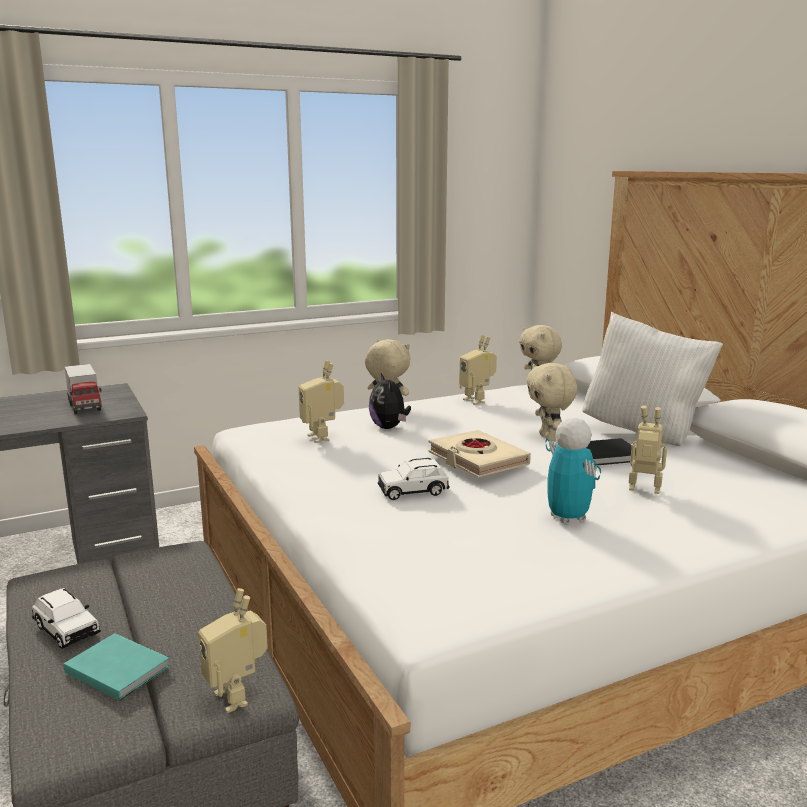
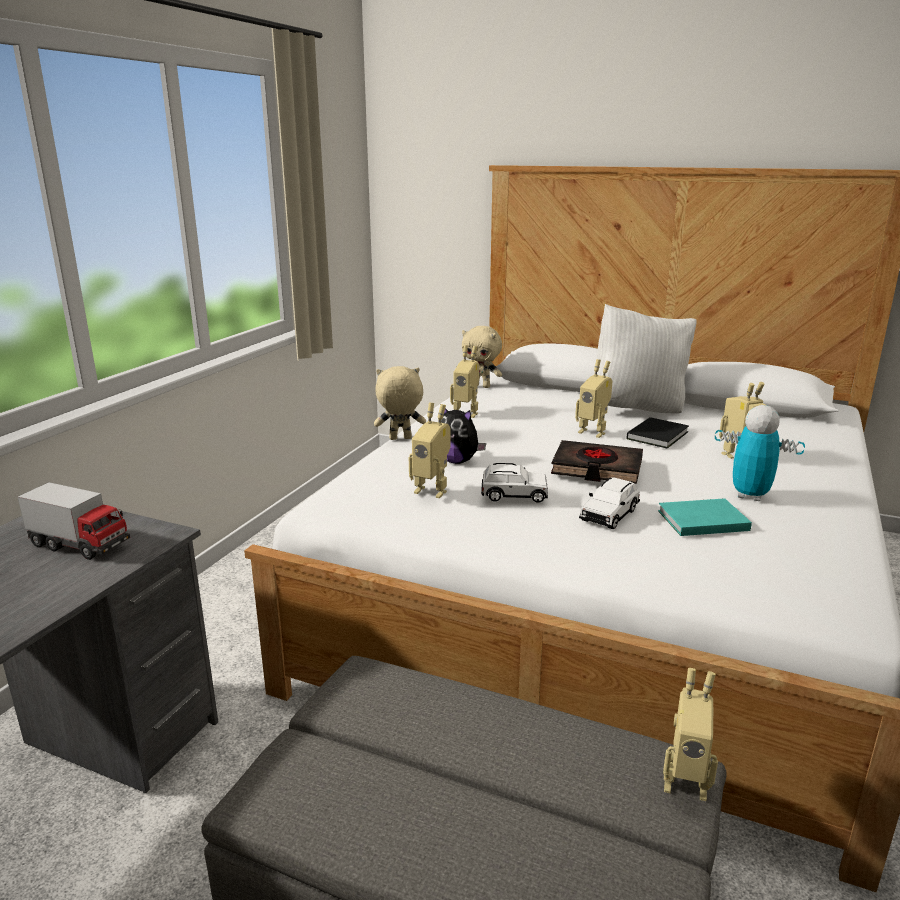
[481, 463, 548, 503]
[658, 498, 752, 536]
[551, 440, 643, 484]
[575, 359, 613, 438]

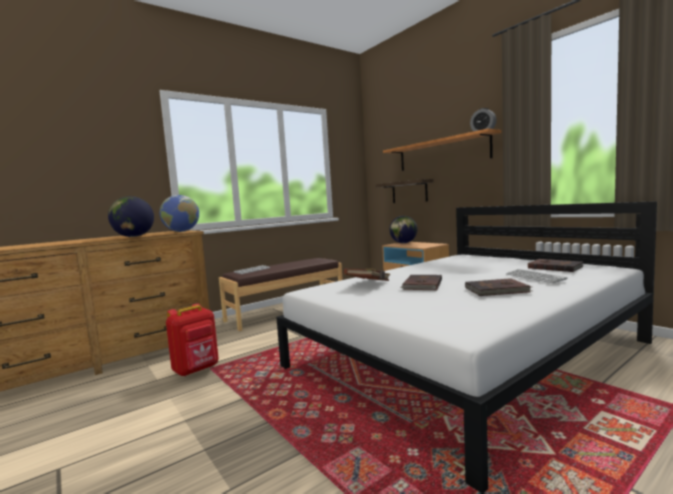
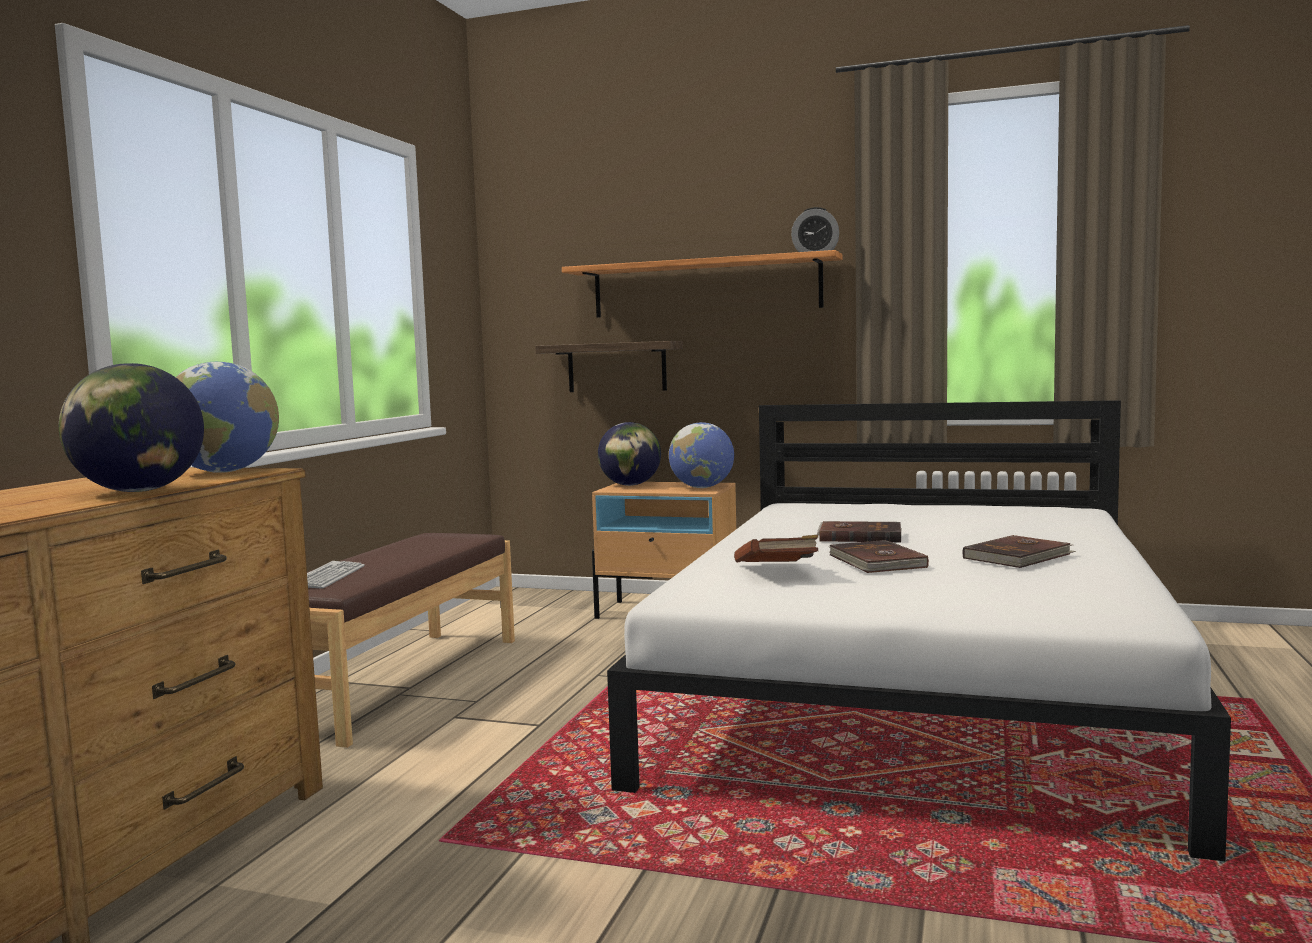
[166, 304, 219, 376] (first image)
[506, 269, 567, 283] (first image)
[817, 521, 902, 542]
[669, 422, 734, 488]

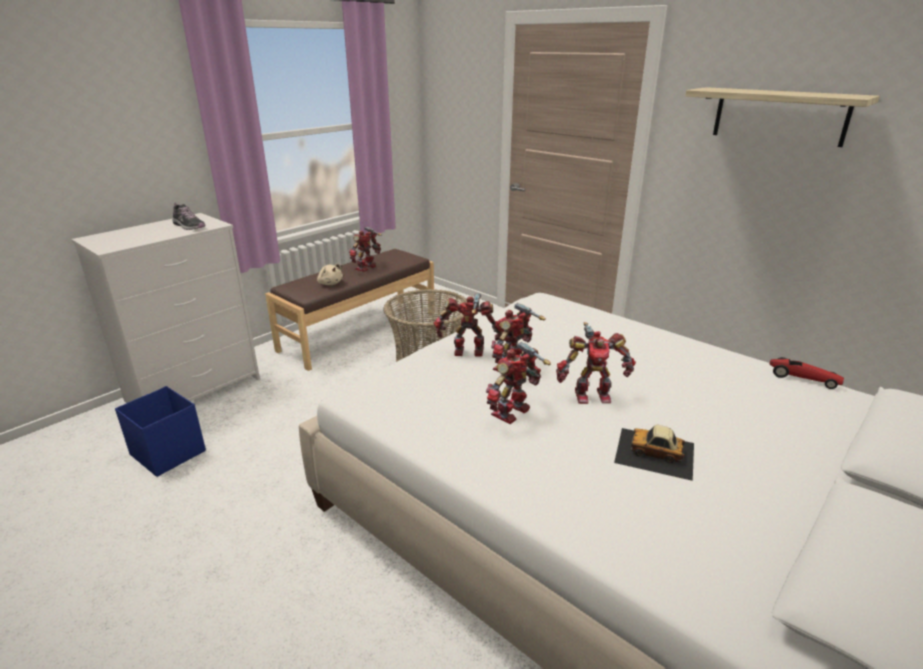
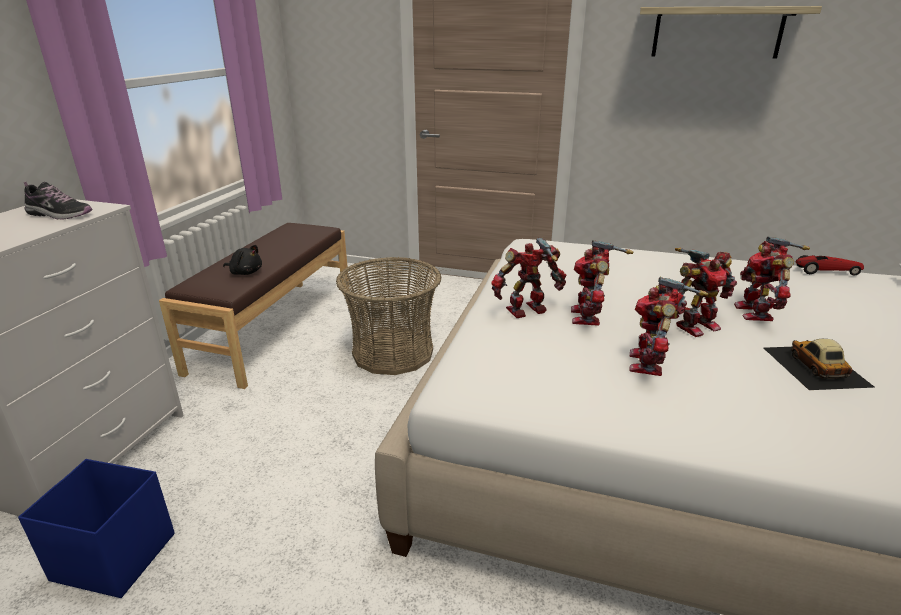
[223, 245, 262, 275]
[734, 237, 810, 321]
[764, 339, 876, 390]

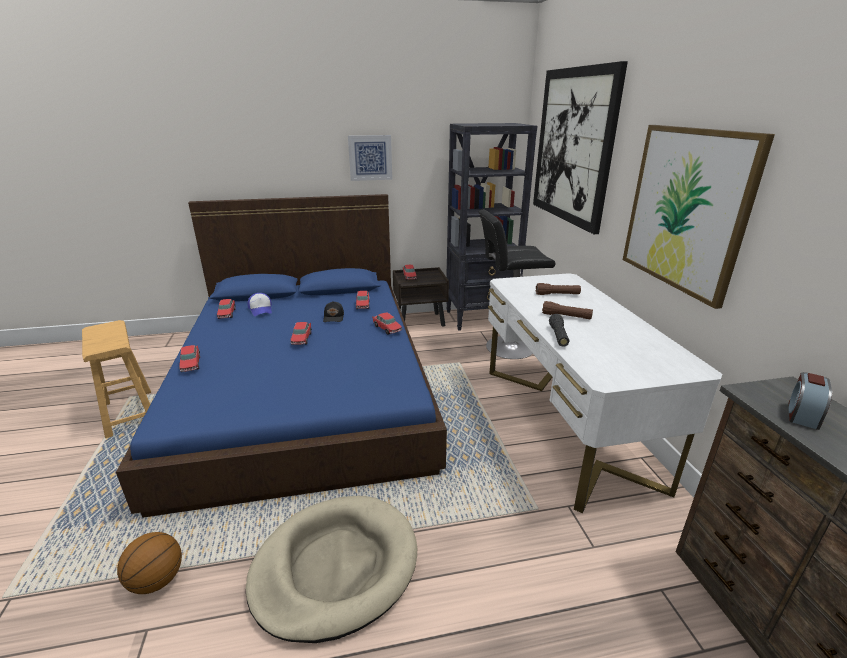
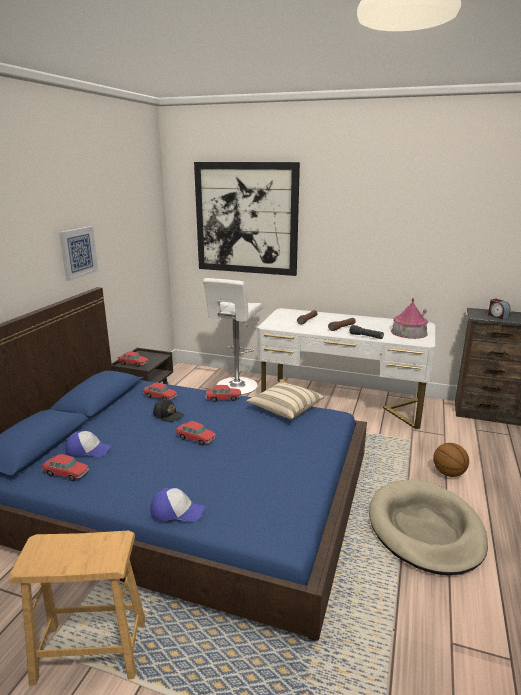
[433, 443, 469, 477]
[150, 488, 205, 522]
[446, 123, 537, 331] (first image)
[203, 278, 263, 395]
[623, 125, 775, 309] (first image)
[246, 382, 324, 419]
[391, 298, 428, 339]

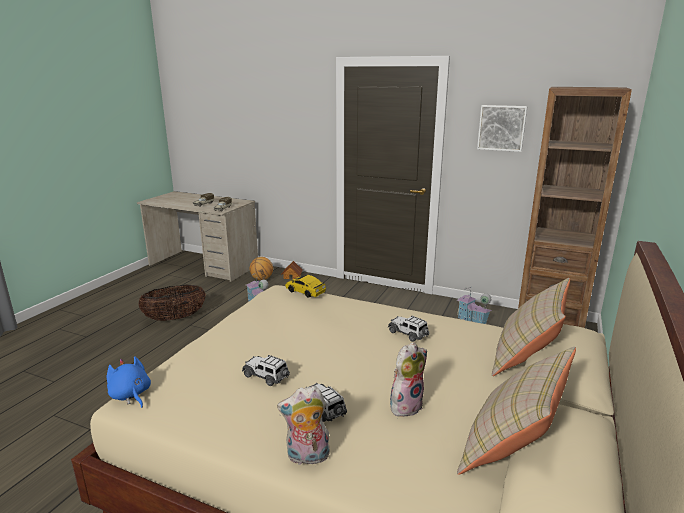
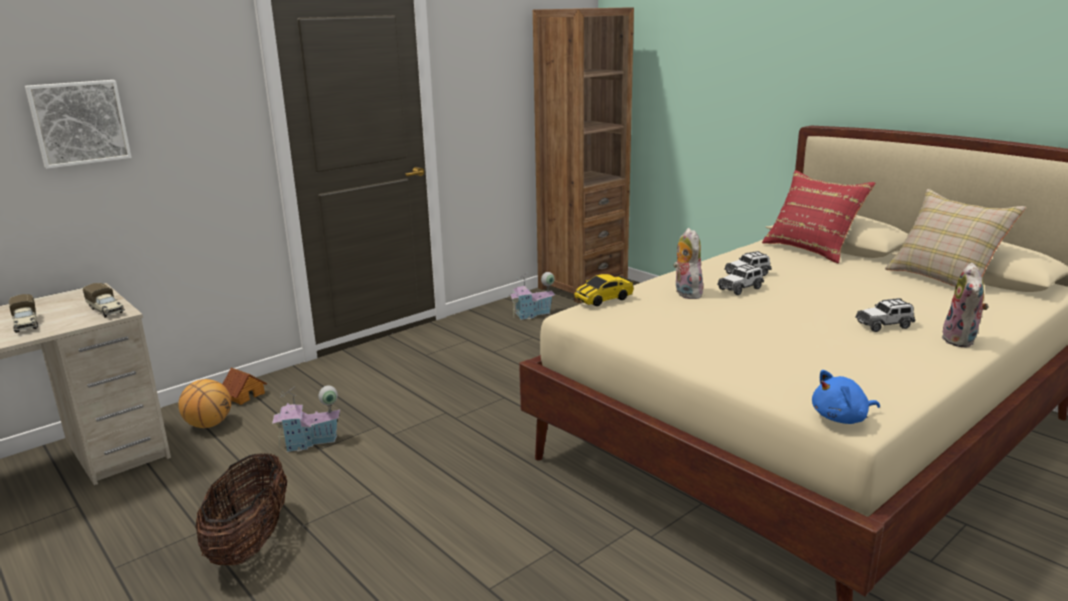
[717, 263, 764, 295]
[673, 228, 703, 299]
[25, 80, 132, 169]
[762, 170, 876, 263]

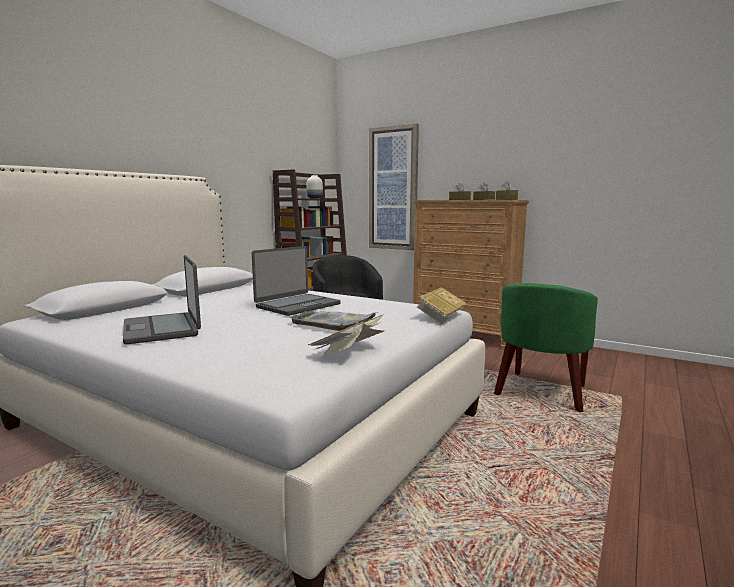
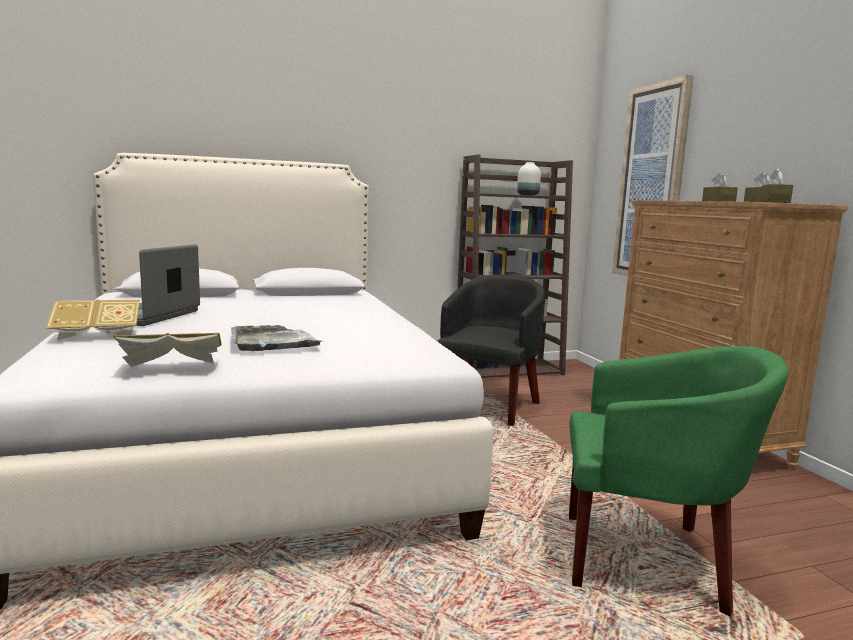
[252, 246, 341, 316] (first image)
[46, 300, 140, 340]
[569, 346, 789, 616]

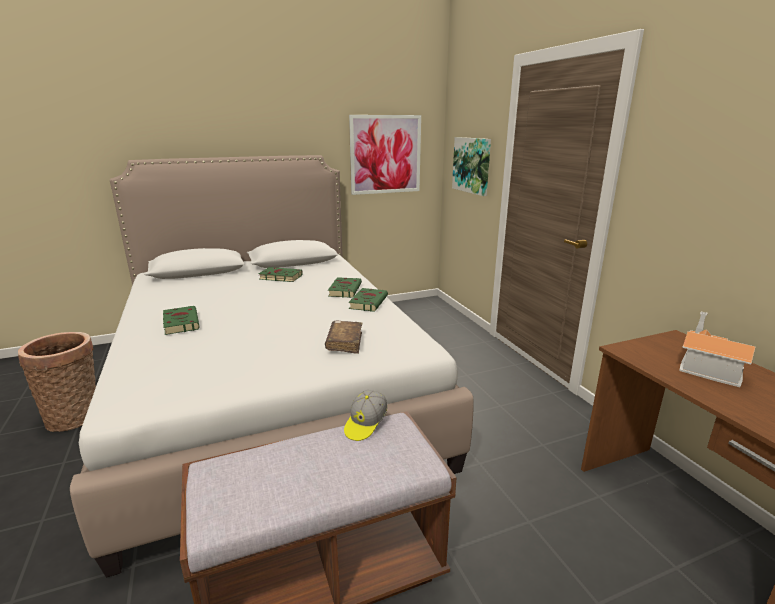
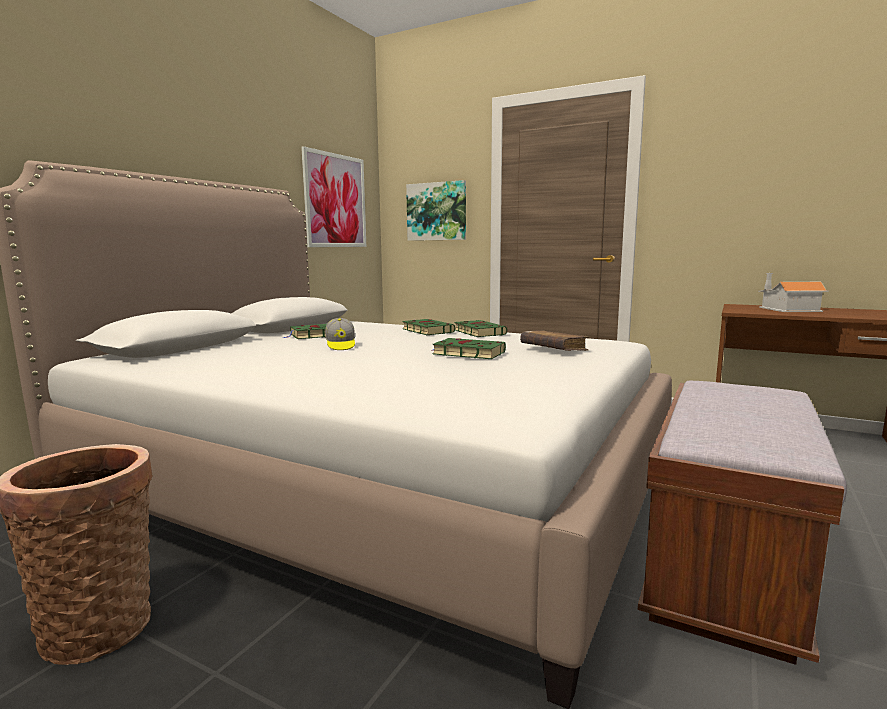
[432, 338, 506, 359]
[325, 318, 355, 350]

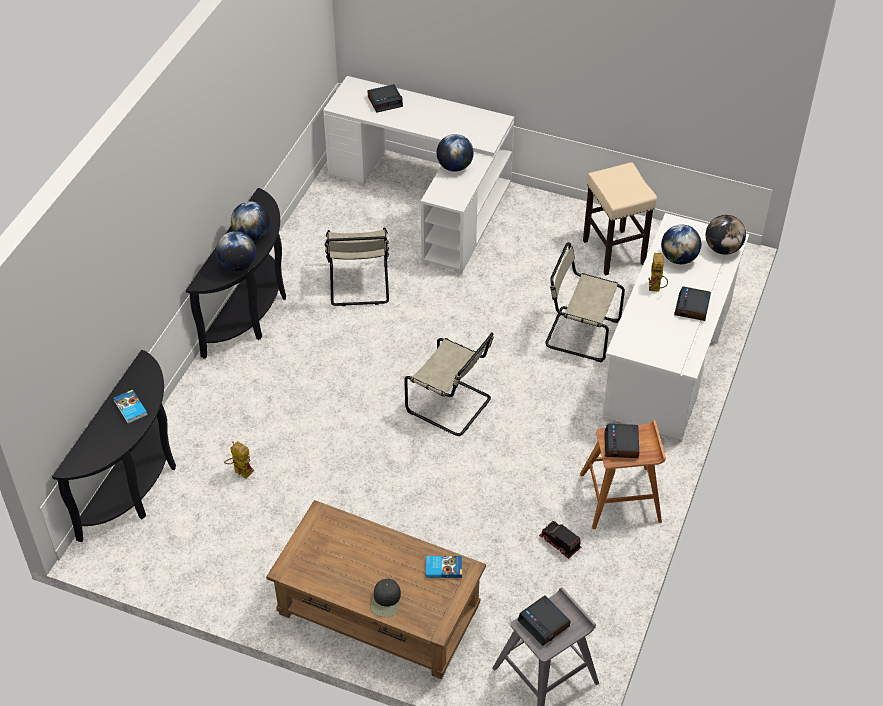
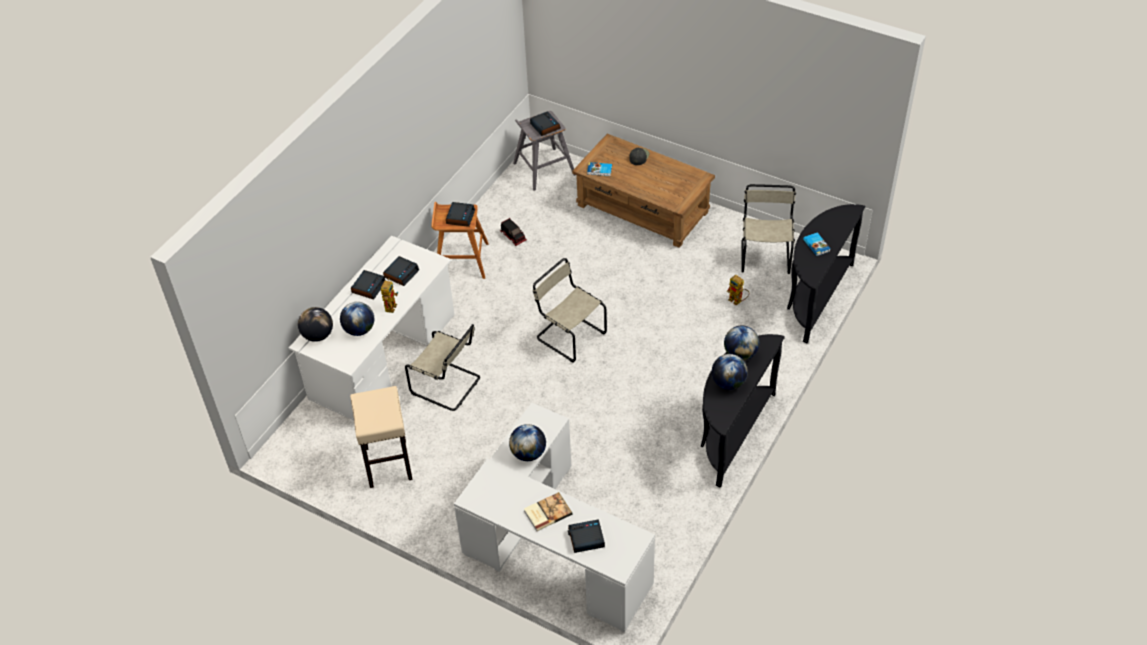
[741, 184, 796, 274]
[383, 256, 419, 286]
[524, 492, 572, 531]

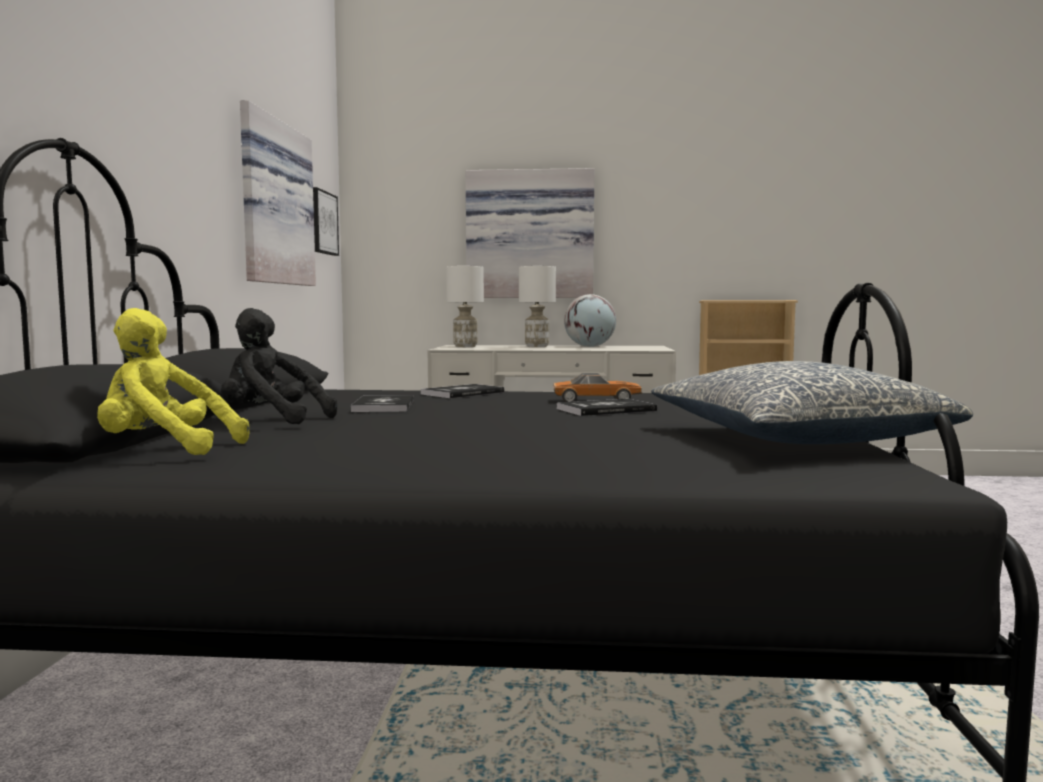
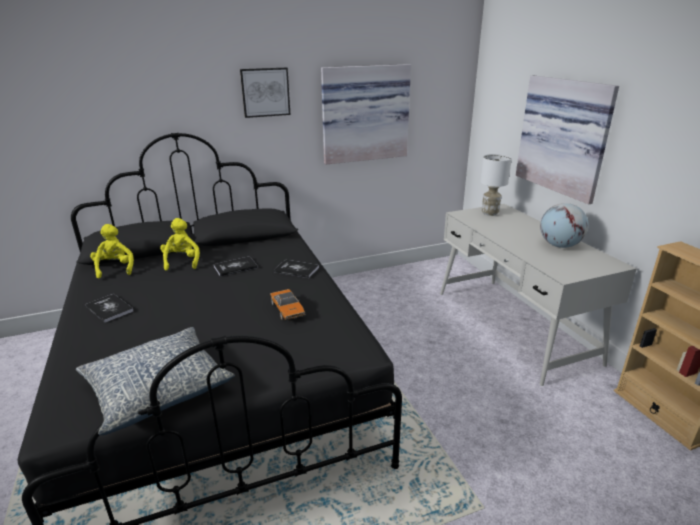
[160, 218, 200, 270]
[240, 68, 290, 118]
[519, 266, 556, 347] (first image)
[86, 294, 133, 323]

